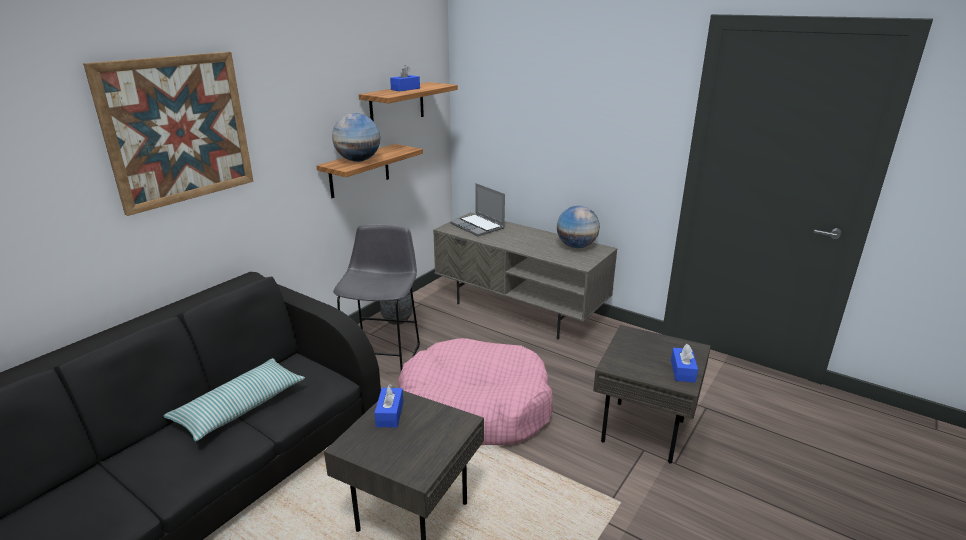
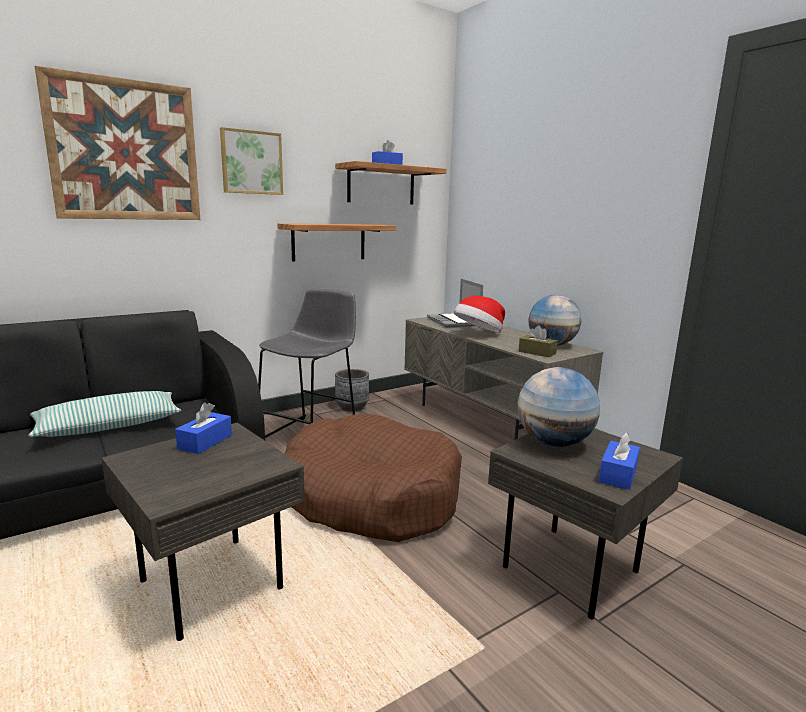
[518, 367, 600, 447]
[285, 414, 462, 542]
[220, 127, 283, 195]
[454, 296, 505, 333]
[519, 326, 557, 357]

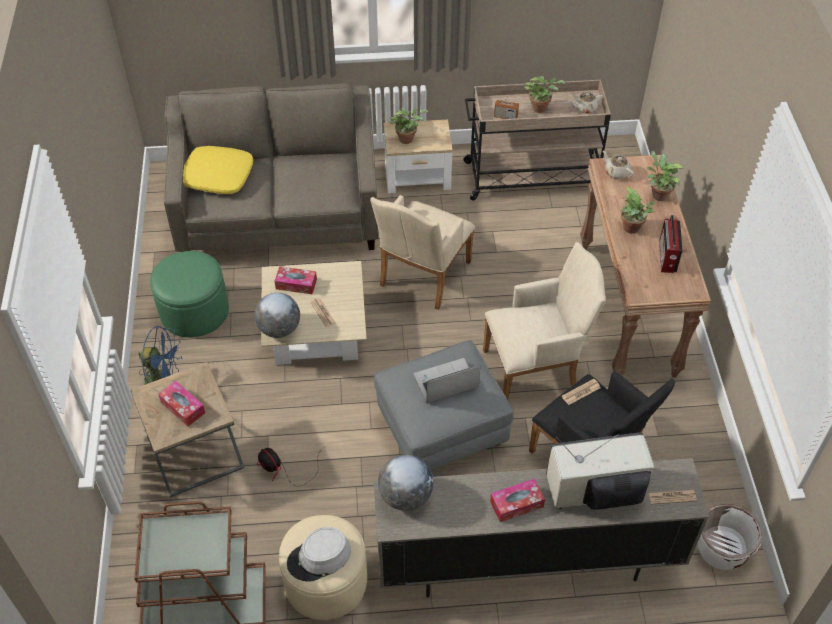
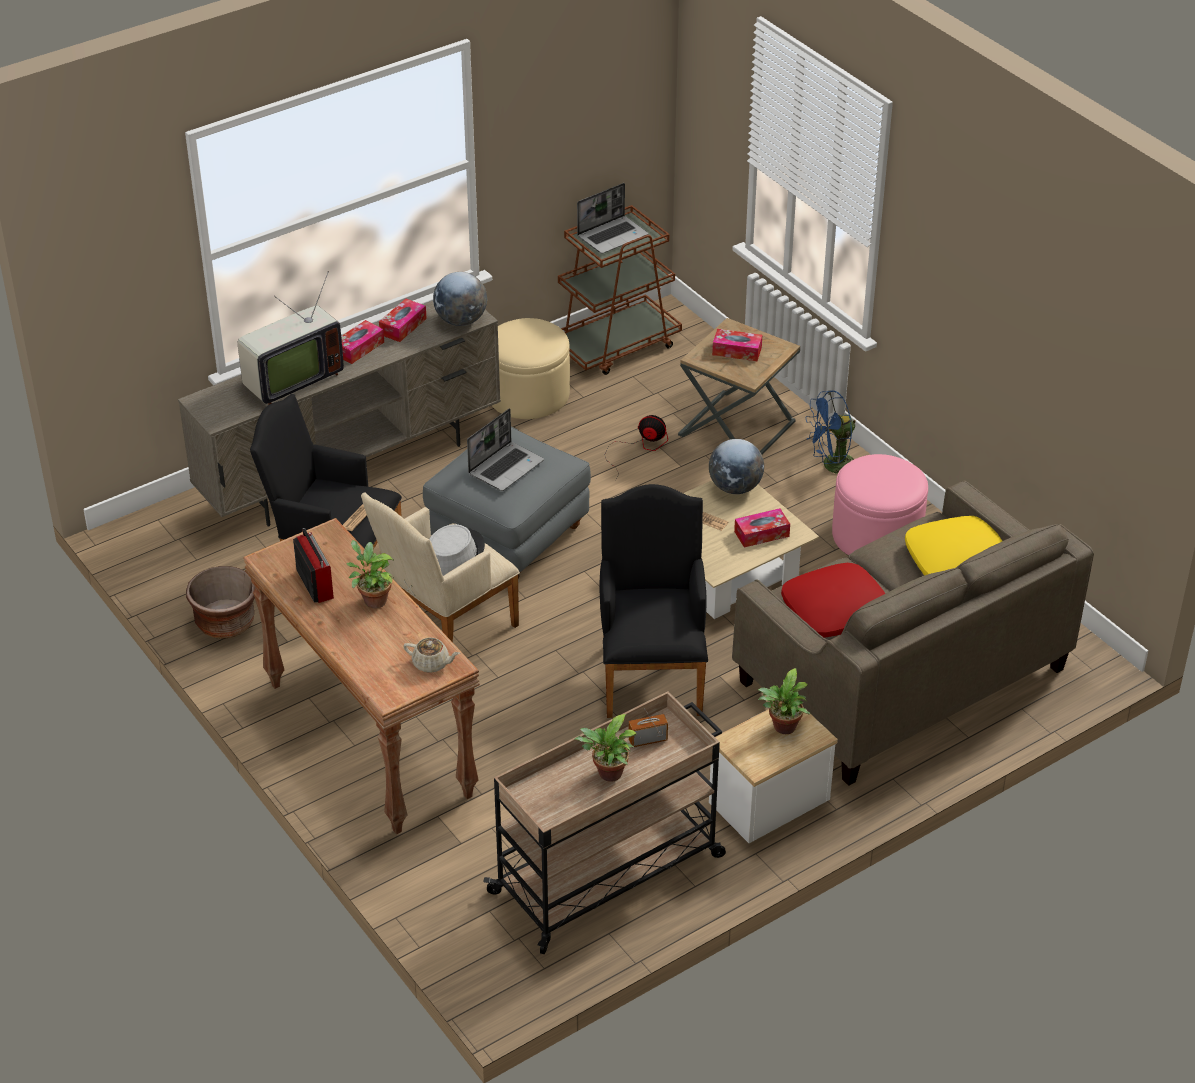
[832, 454, 928, 555]
[430, 524, 485, 576]
[599, 484, 708, 718]
[569, 92, 603, 114] (first image)
[647, 151, 684, 201] (first image)
[649, 490, 697, 504] (first image)
[698, 504, 762, 570] (first image)
[186, 566, 255, 639]
[379, 299, 427, 342]
[577, 183, 648, 254]
[781, 563, 886, 638]

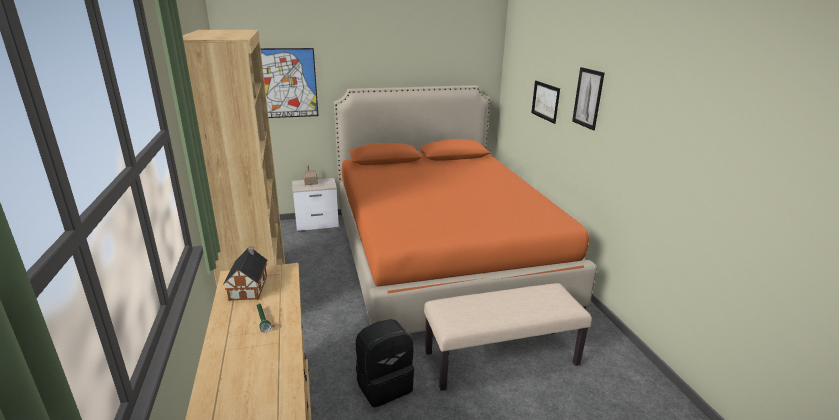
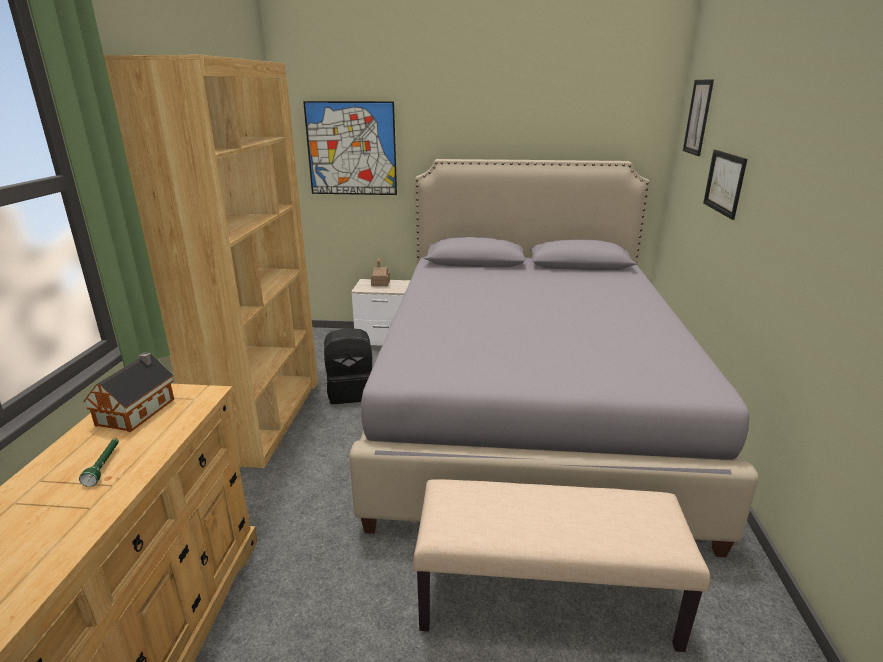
[349, 159, 759, 557]
[324, 328, 372, 404]
[683, 79, 714, 156]

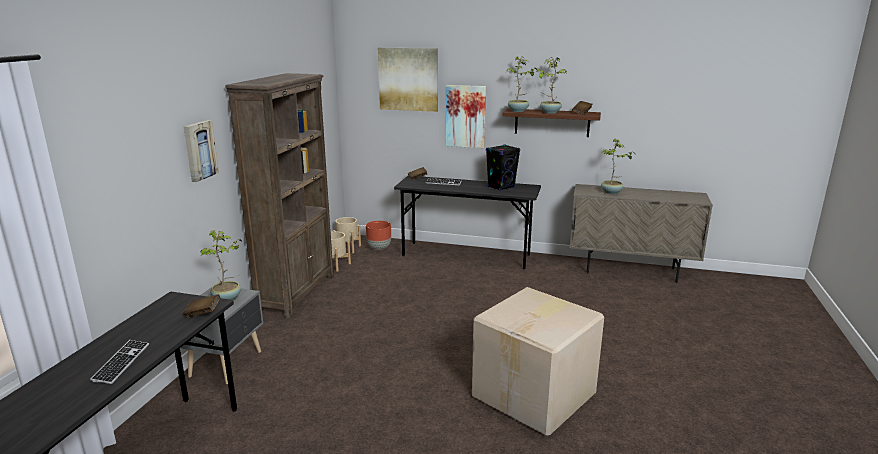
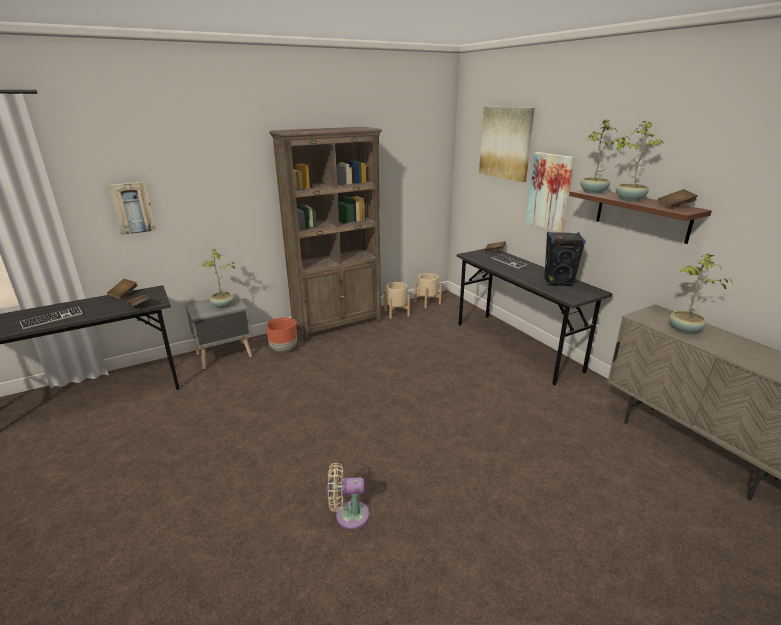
[108, 182, 156, 235]
[266, 317, 297, 352]
[328, 462, 370, 529]
[107, 279, 138, 299]

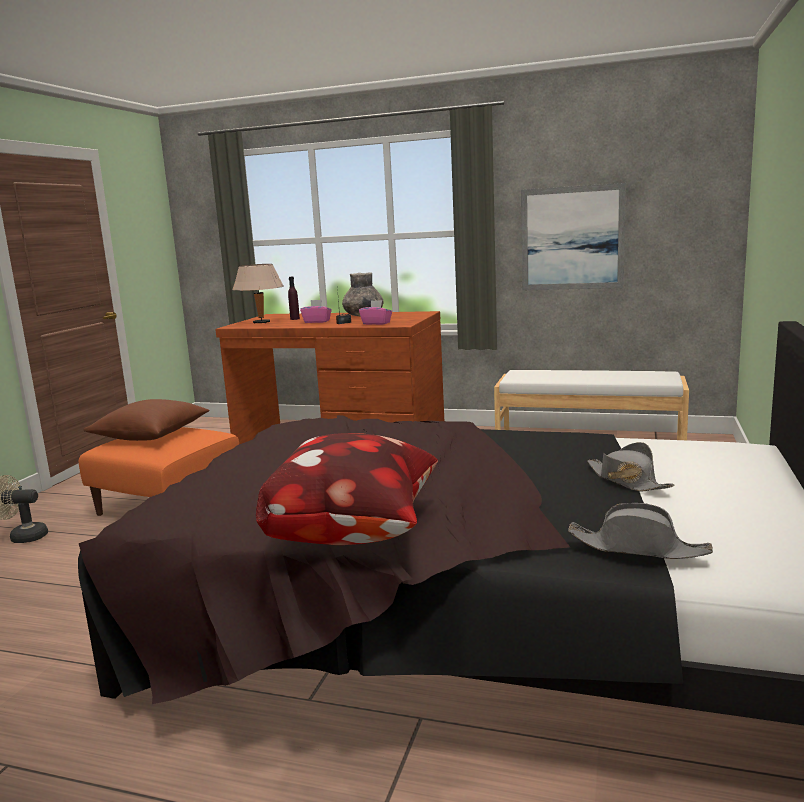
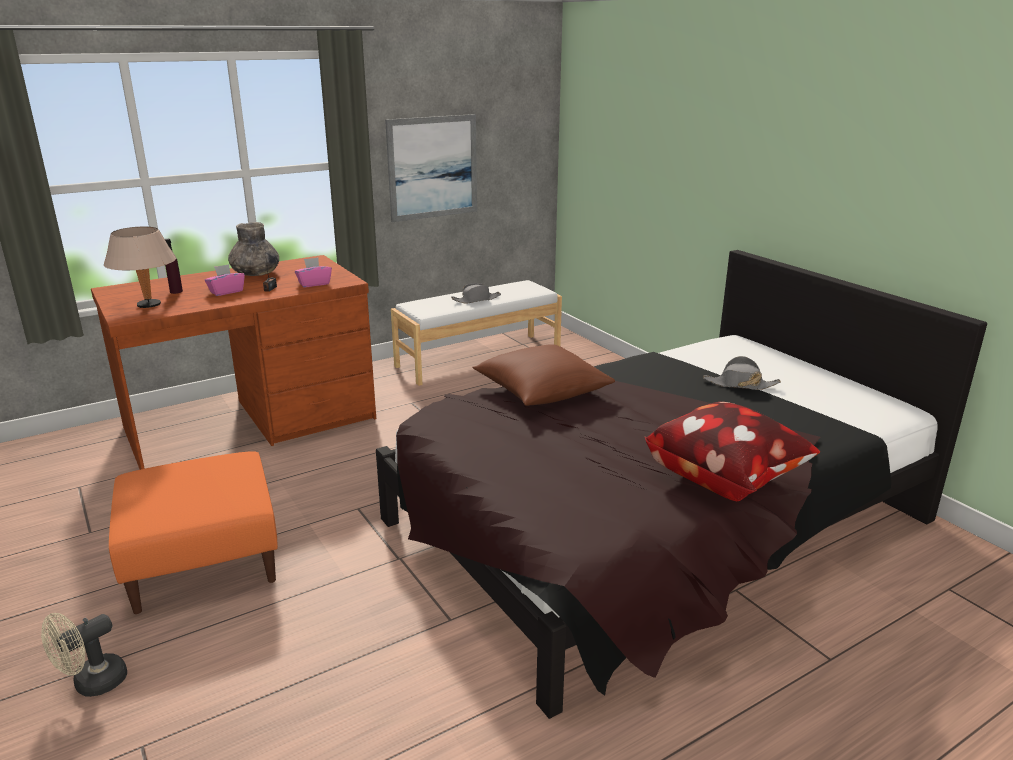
[472, 344, 615, 406]
[451, 283, 501, 303]

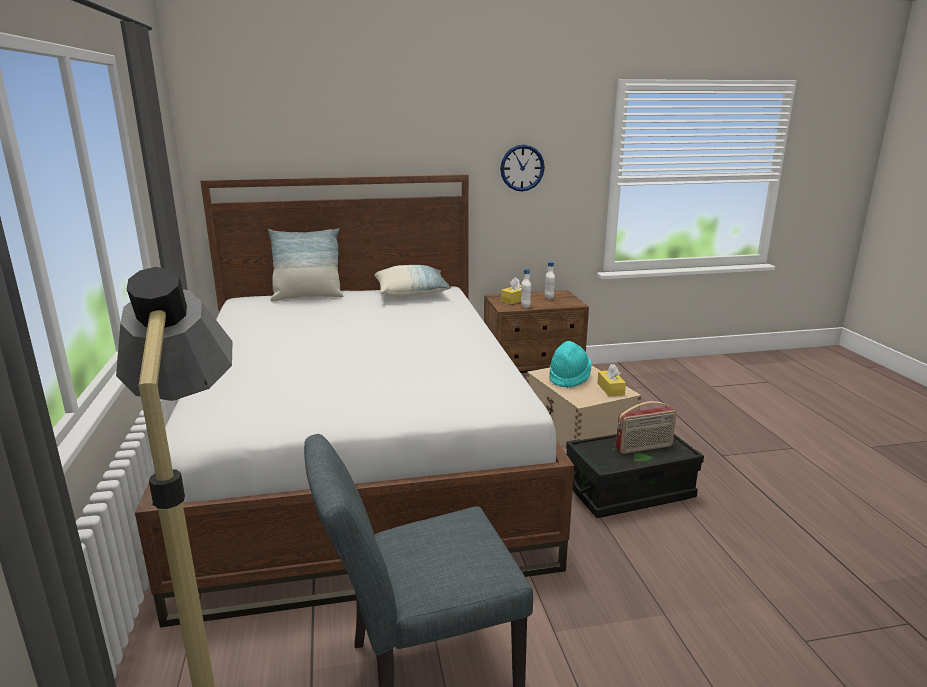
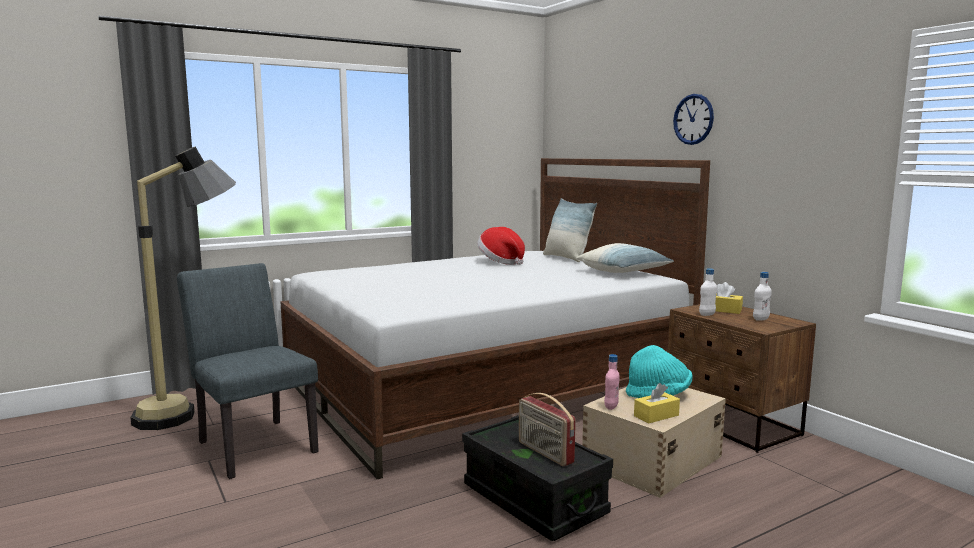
[673, 94, 714, 145]
[477, 227, 525, 265]
[604, 354, 620, 410]

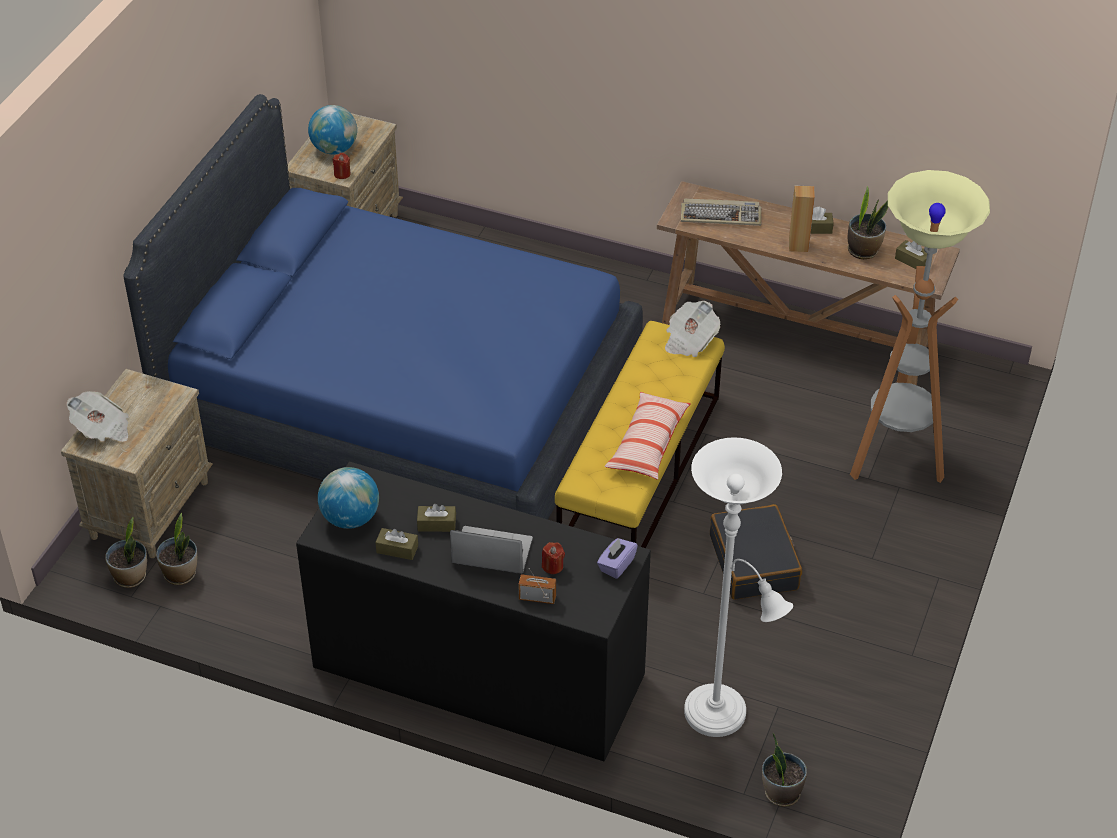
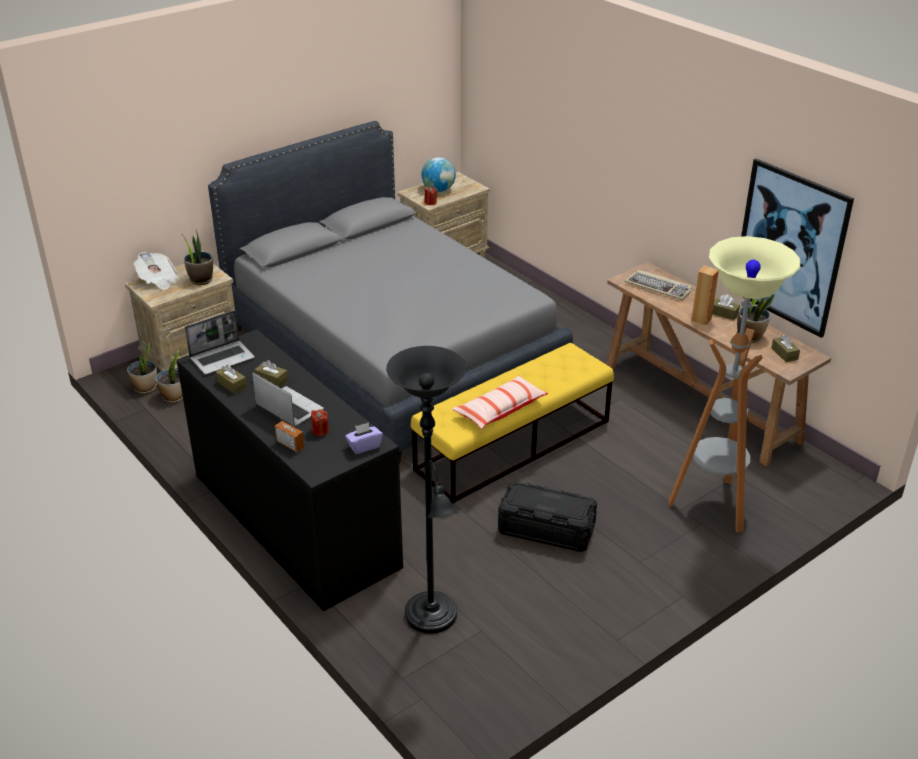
[208, 121, 573, 464]
[185, 311, 255, 375]
[665, 301, 720, 357] (first image)
[386, 346, 466, 634]
[498, 482, 597, 552]
[184, 230, 213, 285]
[741, 159, 854, 338]

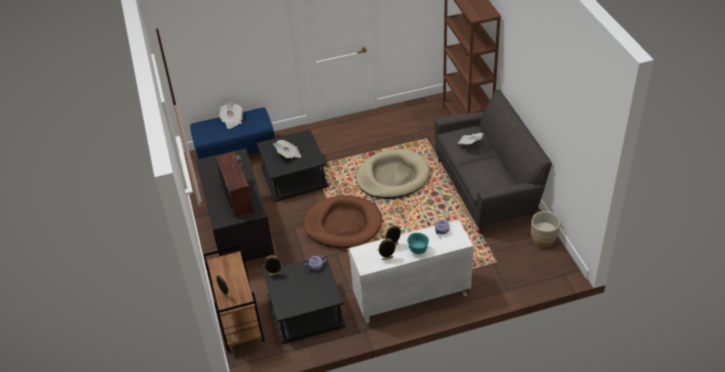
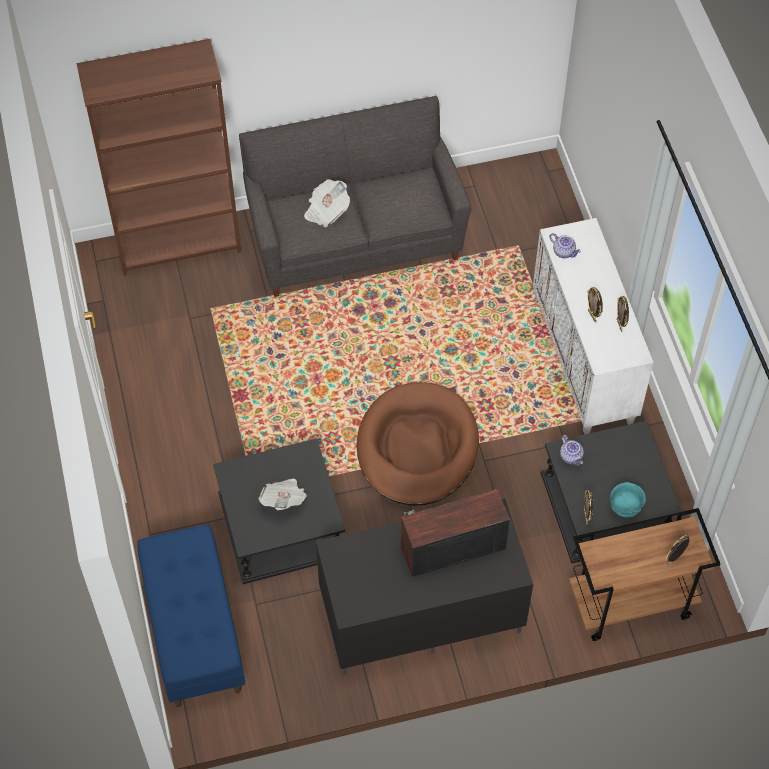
[219, 102, 243, 129] (first image)
[356, 149, 430, 199] (first image)
[610, 482, 646, 517]
[531, 211, 560, 248] (first image)

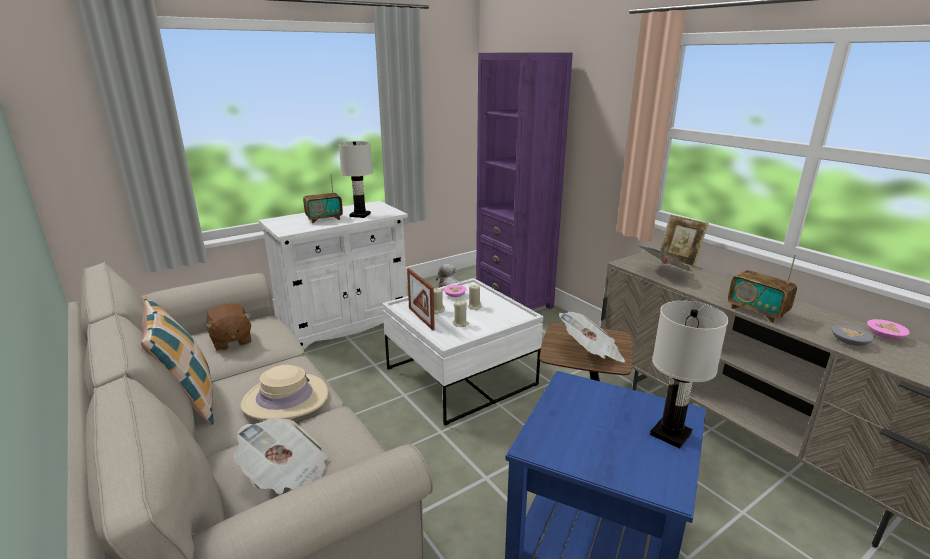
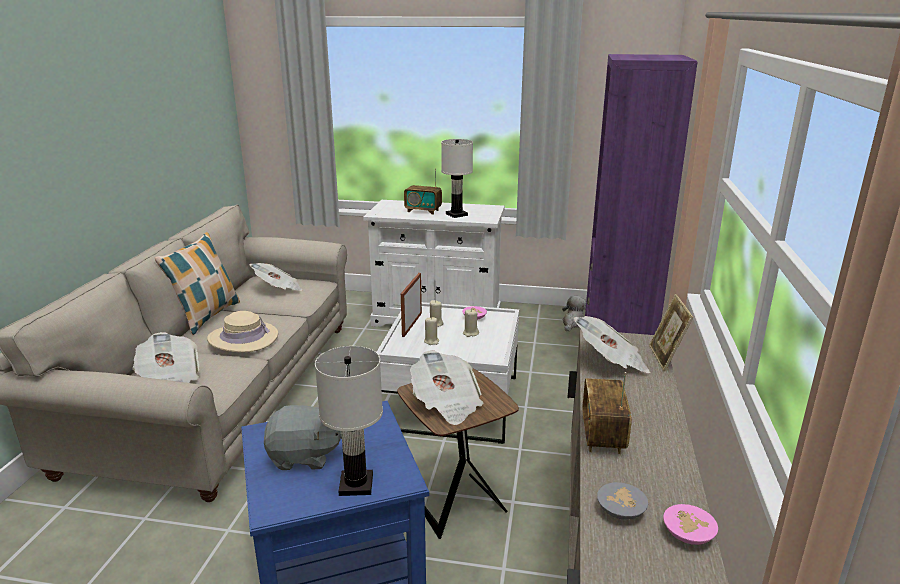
[250, 263, 303, 291]
[264, 405, 342, 470]

